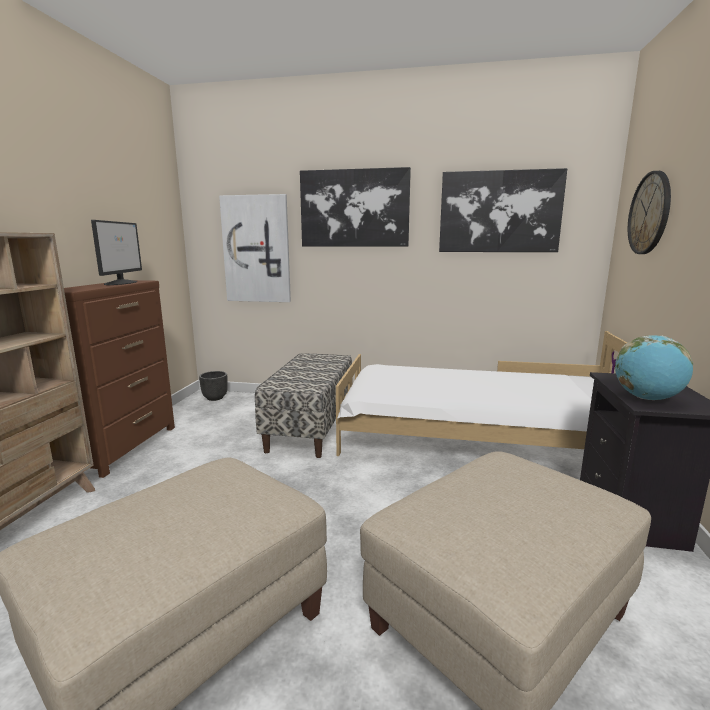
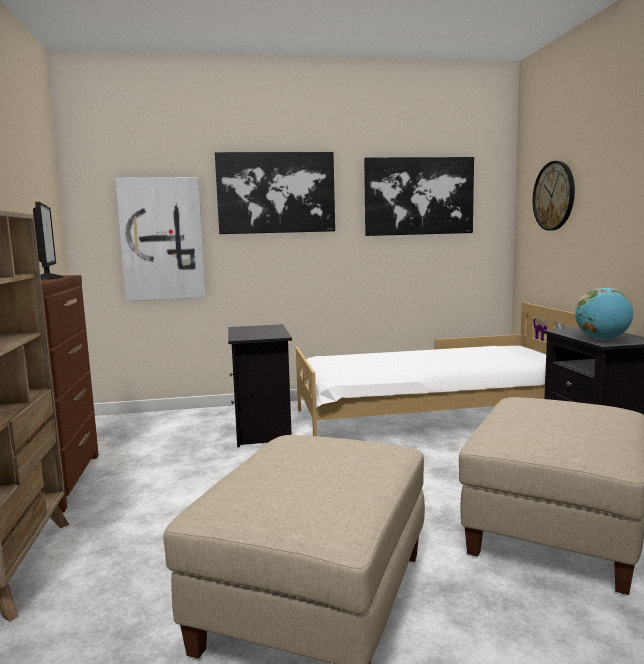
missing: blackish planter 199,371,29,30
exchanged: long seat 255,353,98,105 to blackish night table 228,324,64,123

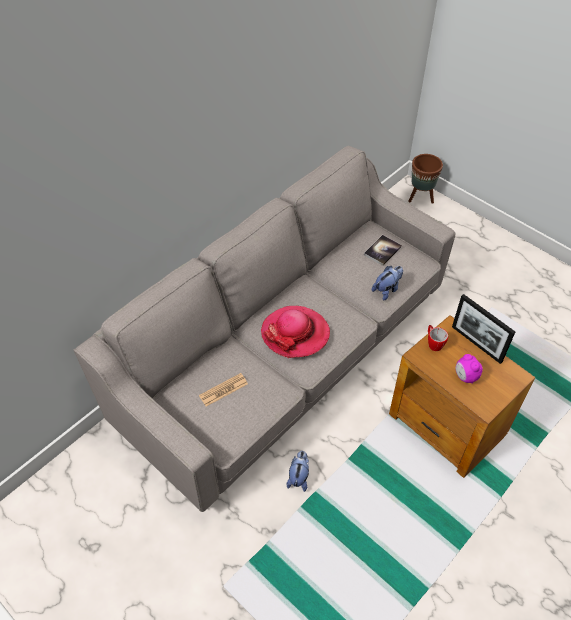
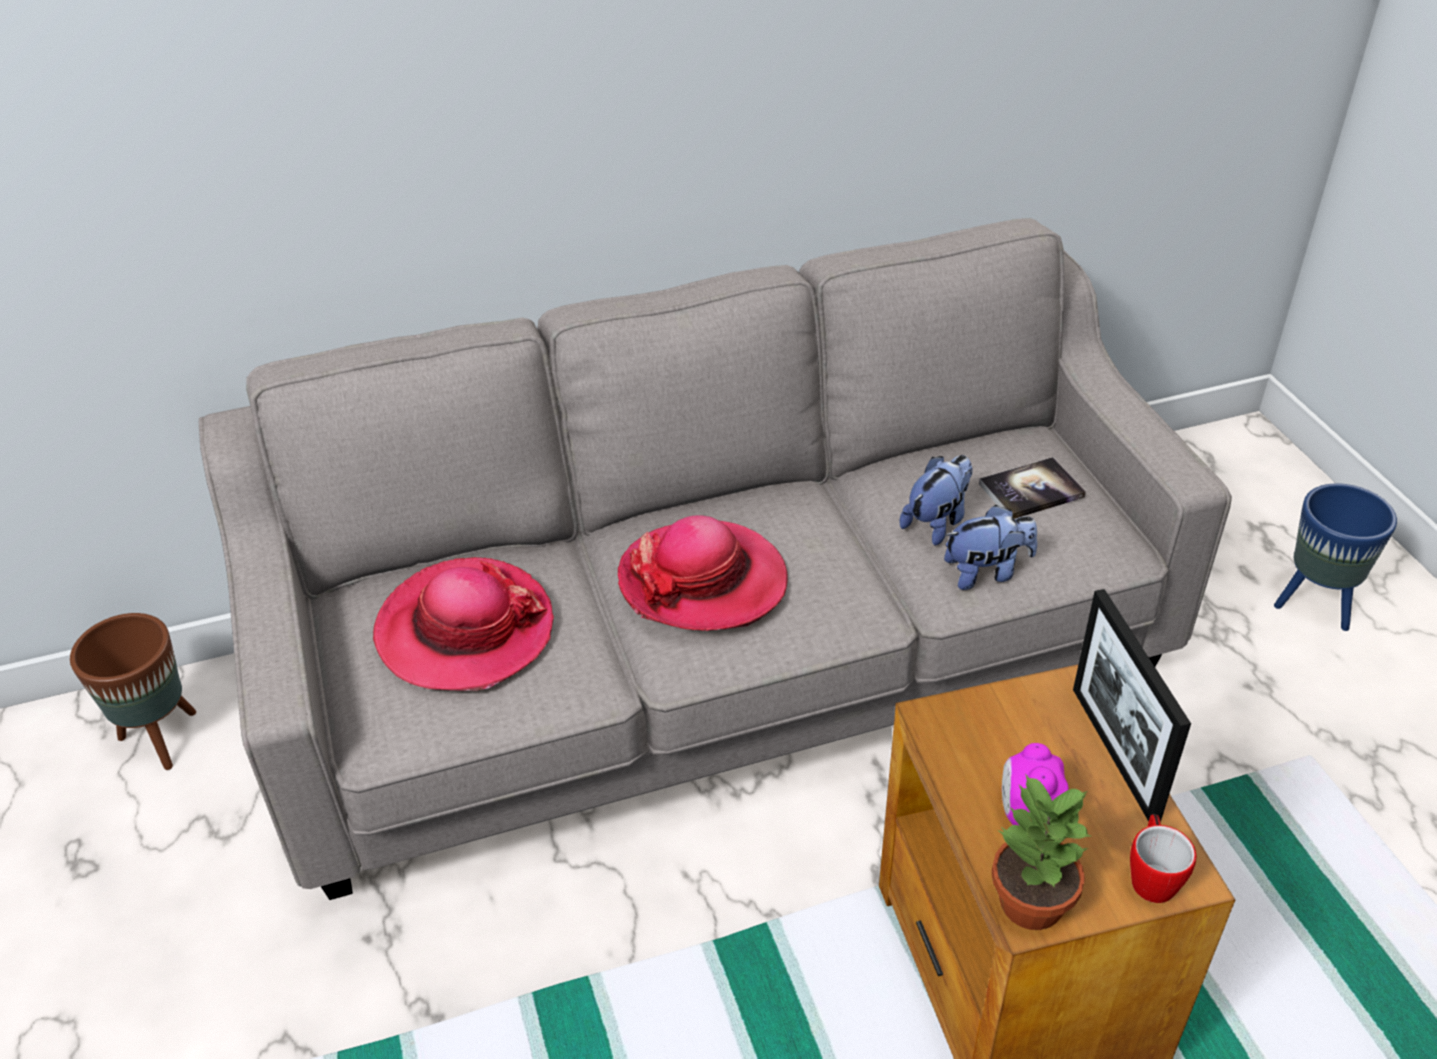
appeared: blue-coloured planter 1274,483,123,148; plant in a pot 991,773,100,157
relocated: brown-coloured planter 408,154,35,50 to 70,613,126,157; mug 428,325,20,26 to 1130,813,66,90; soft toy 286,451,23,41 to 900,455,72,90
exchanged: printed paper 199,373,49,34 to wearable hat 373,557,181,134

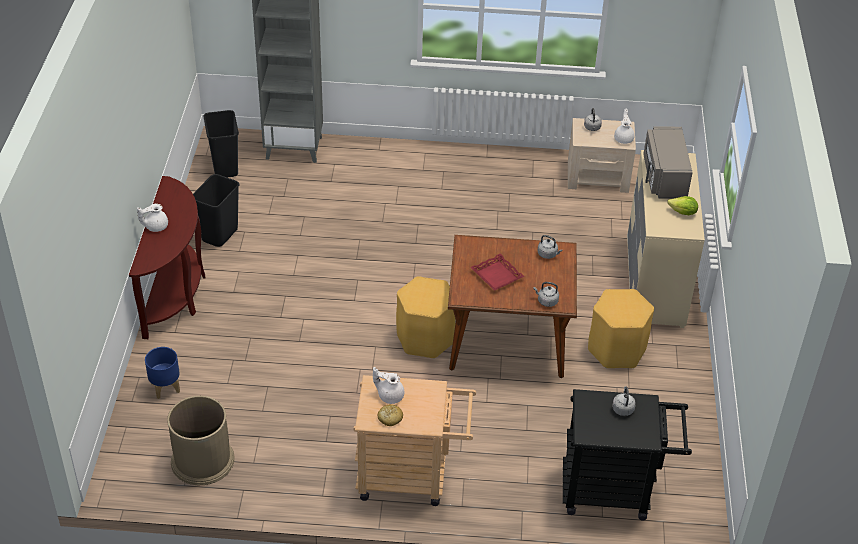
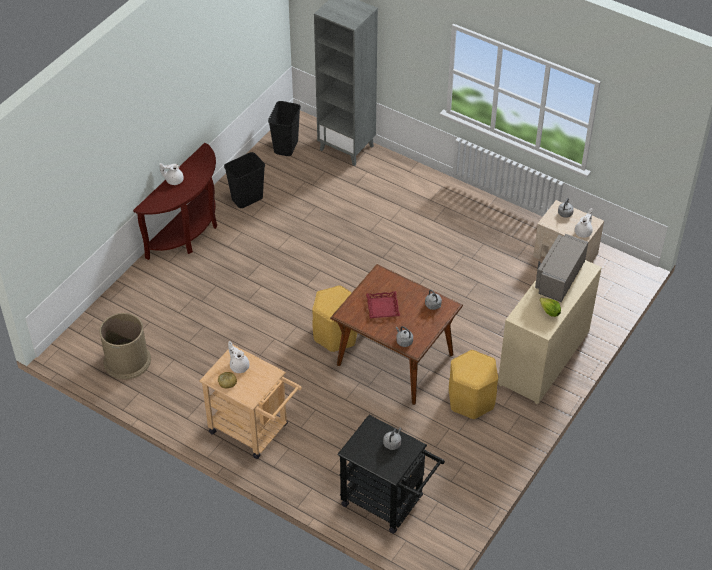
missing: blue-coloured planter 145,347,35,52

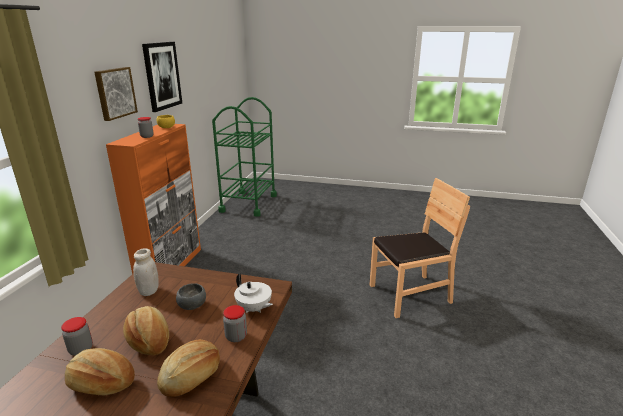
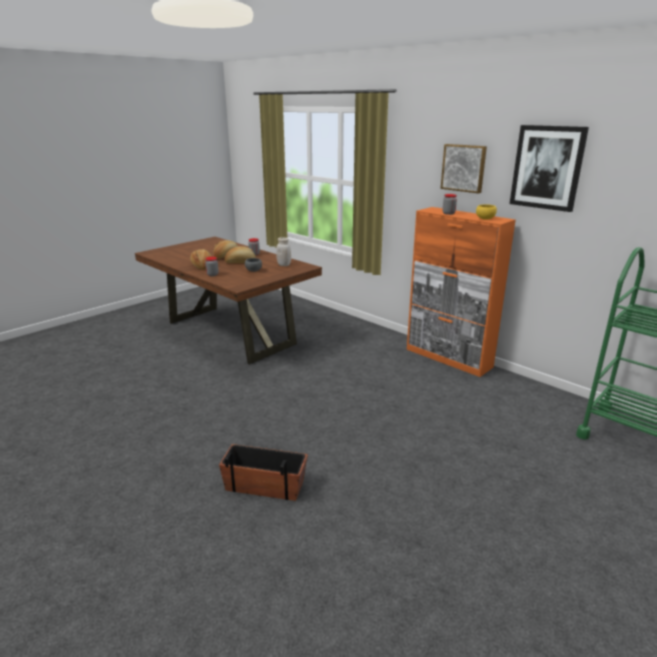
missing: whitish tea pot 234,273,39,40
exchanged: brown-coloured upright chair 370,178,100,140 to planter 219,444,89,57

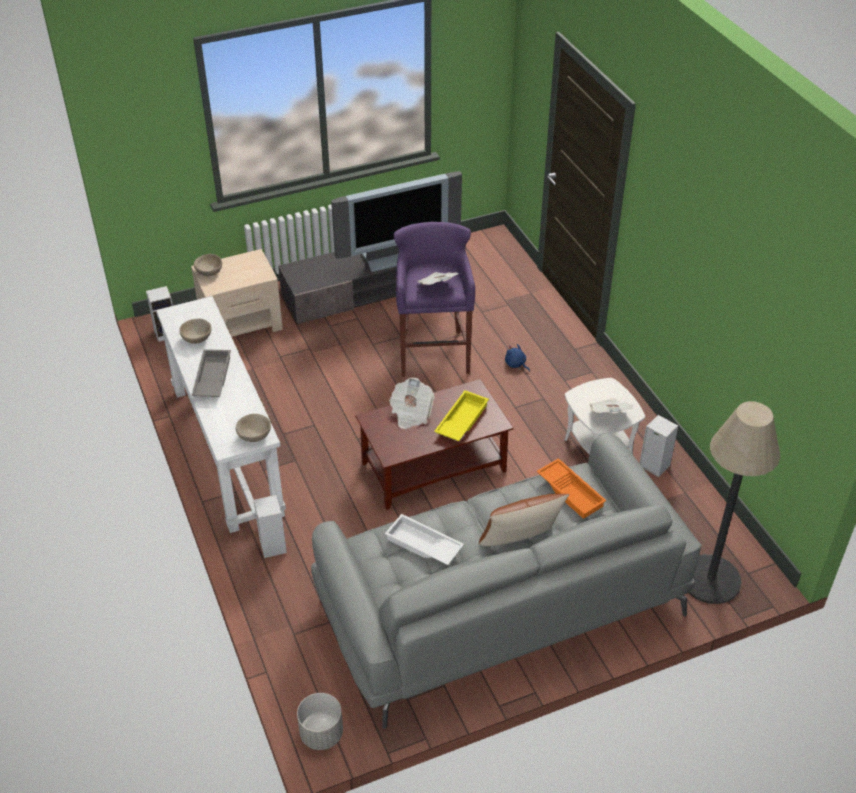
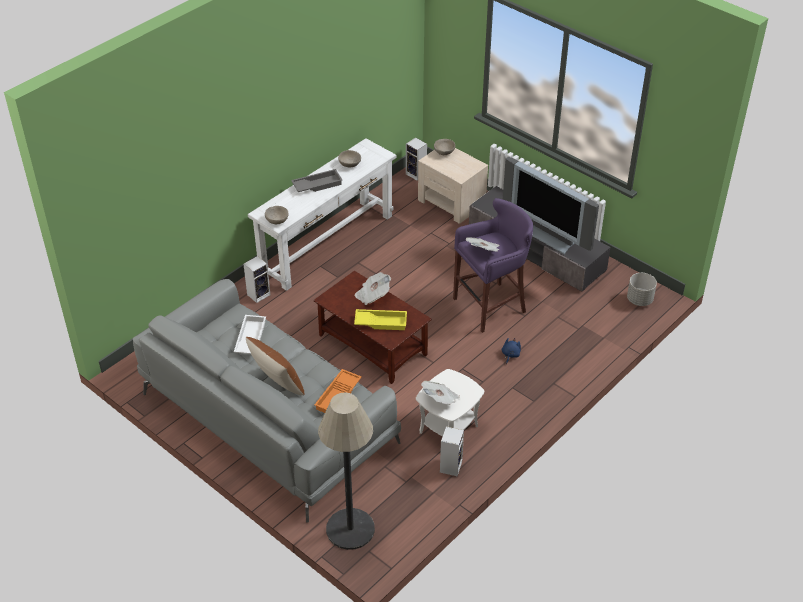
relocated: gray planter 297,693,46,57 to 627,273,30,33

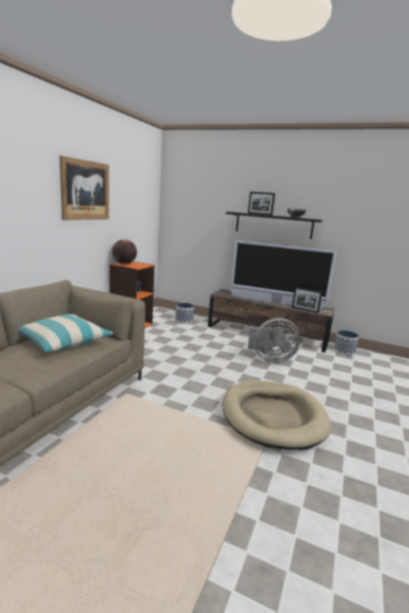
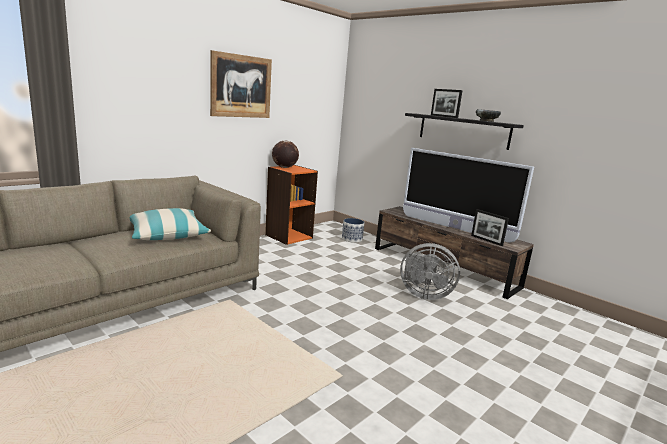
missing: planter 334,330,25,25; sand-coloured pet bed 223,381,108,69

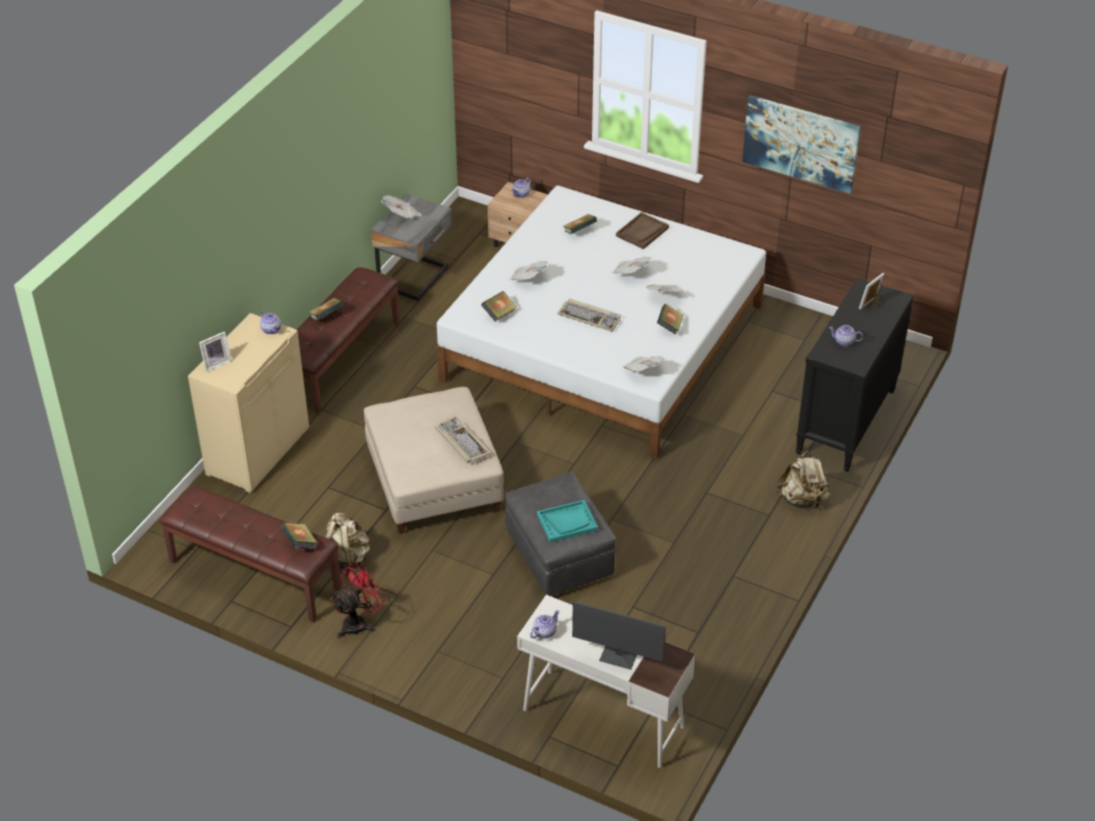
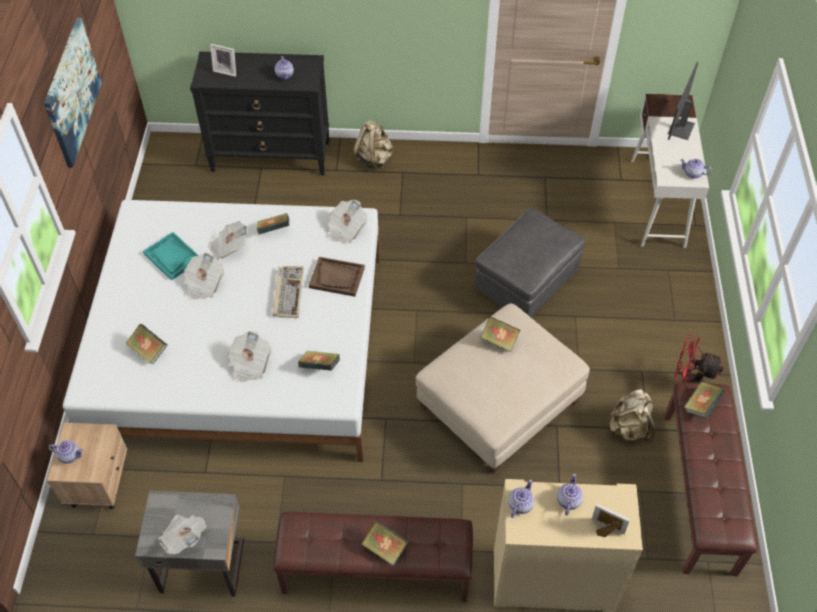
appeared: tea pot 557,474,26,42
relocated: brown-coloured serving tray 616,212,53,37 to 309,257,56,40; turquoise serving tray 537,500,61,42 to 143,232,56,49
exchanged: keyboard 435,416,55,47 to volume 480,316,41,36
spun: computer screen 572,601,94,69 = 668,62,30,78 150 degrees counterclockwise

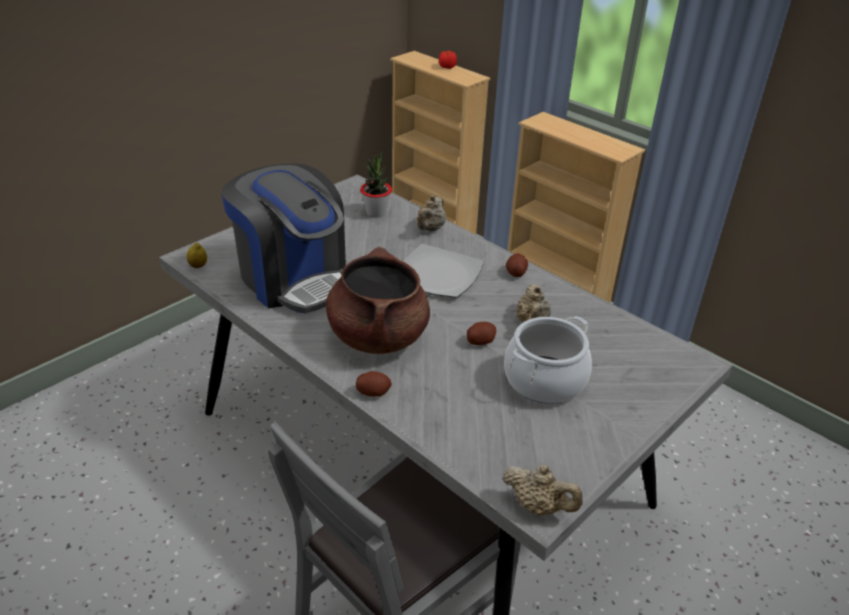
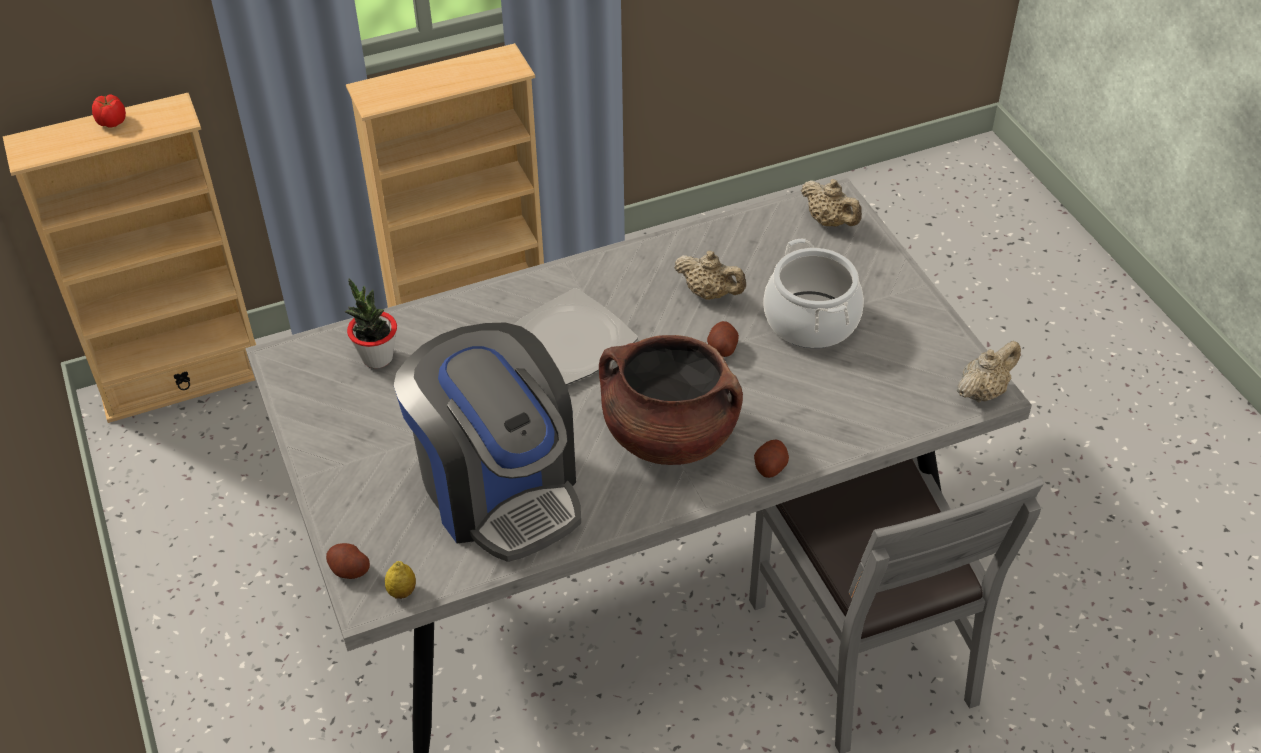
relocated: sand-coloured tea pot 417,195,29,36 to 801,179,61,48; spud 506,253,22,24 to 326,543,44,36
spun: coffee brewer 221,163,125,151 = 394,322,187,240 75 degrees clockwise

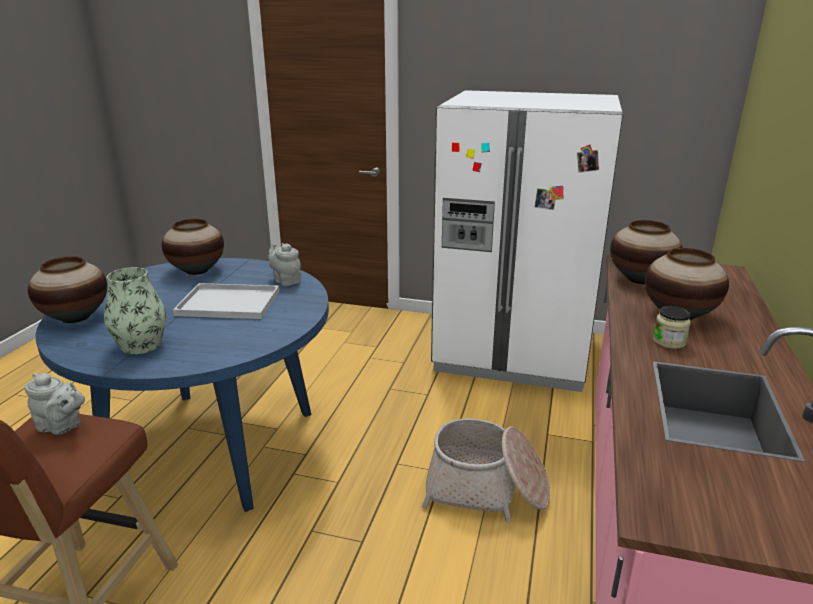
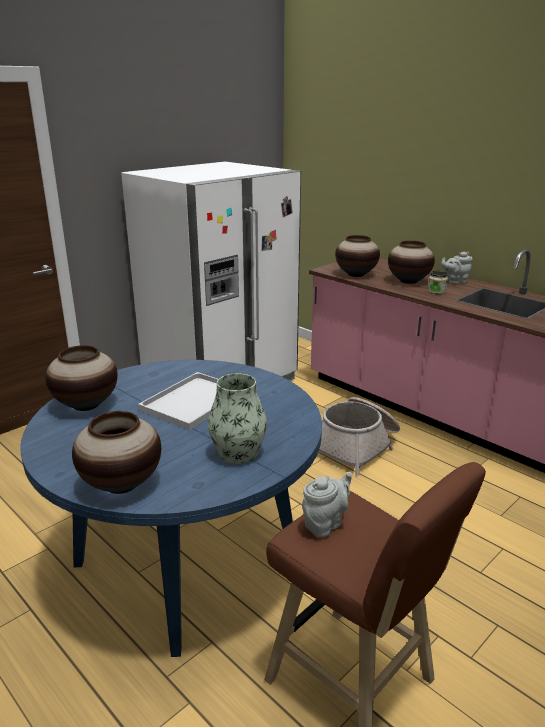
relocated: gray tea pot 268,243,33,43 to 441,252,32,32

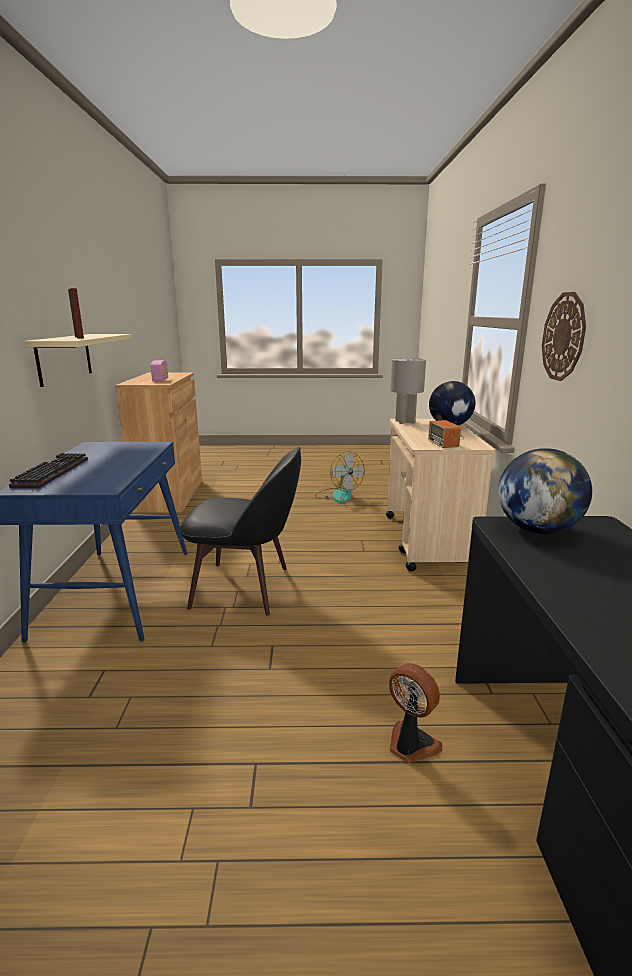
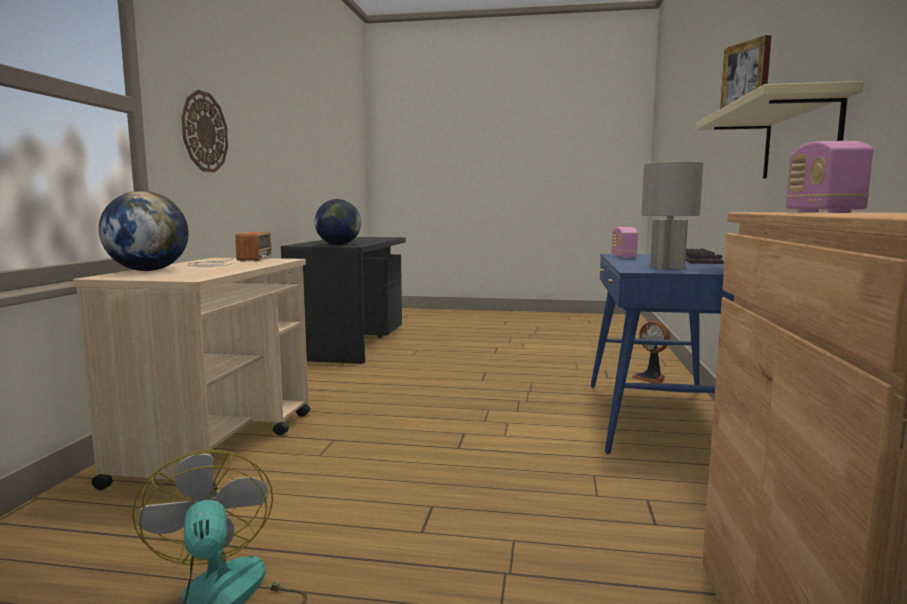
missing: blackish upright chair 179,447,122,168
appeared: radio receiver 611,227,27,31
relocated: gray tabletop lamp 390,358,36,66 to 641,161,62,108; fan 389,663,54,100 to 631,321,39,62

